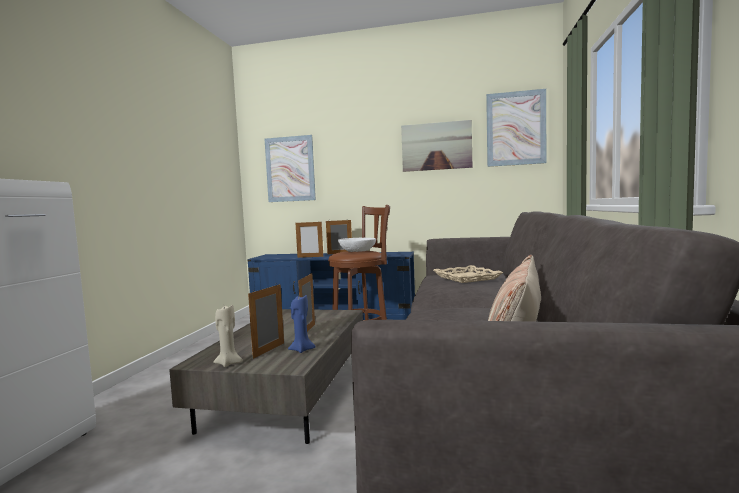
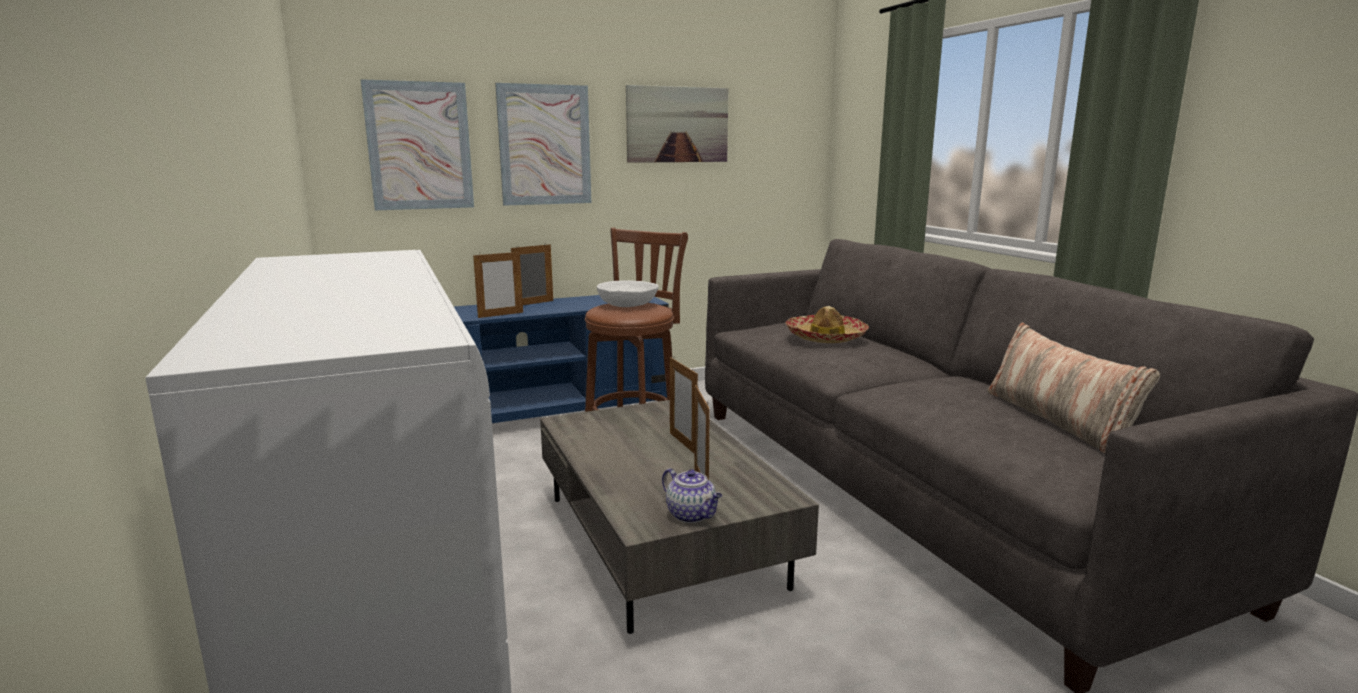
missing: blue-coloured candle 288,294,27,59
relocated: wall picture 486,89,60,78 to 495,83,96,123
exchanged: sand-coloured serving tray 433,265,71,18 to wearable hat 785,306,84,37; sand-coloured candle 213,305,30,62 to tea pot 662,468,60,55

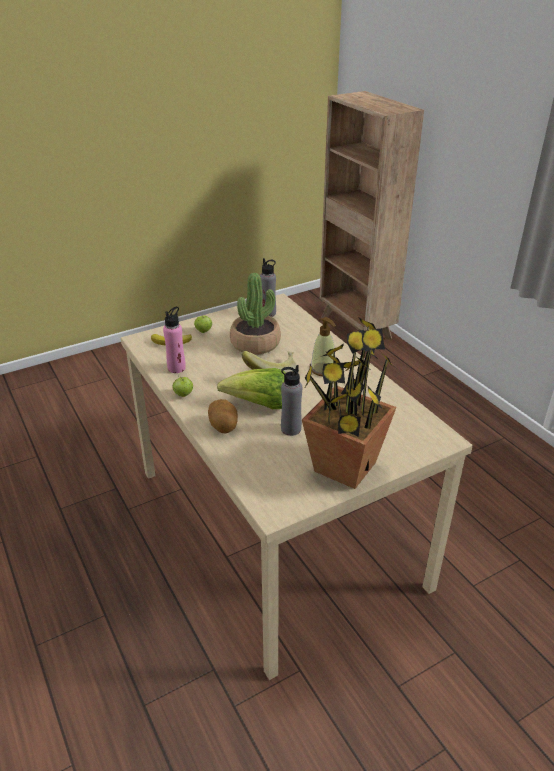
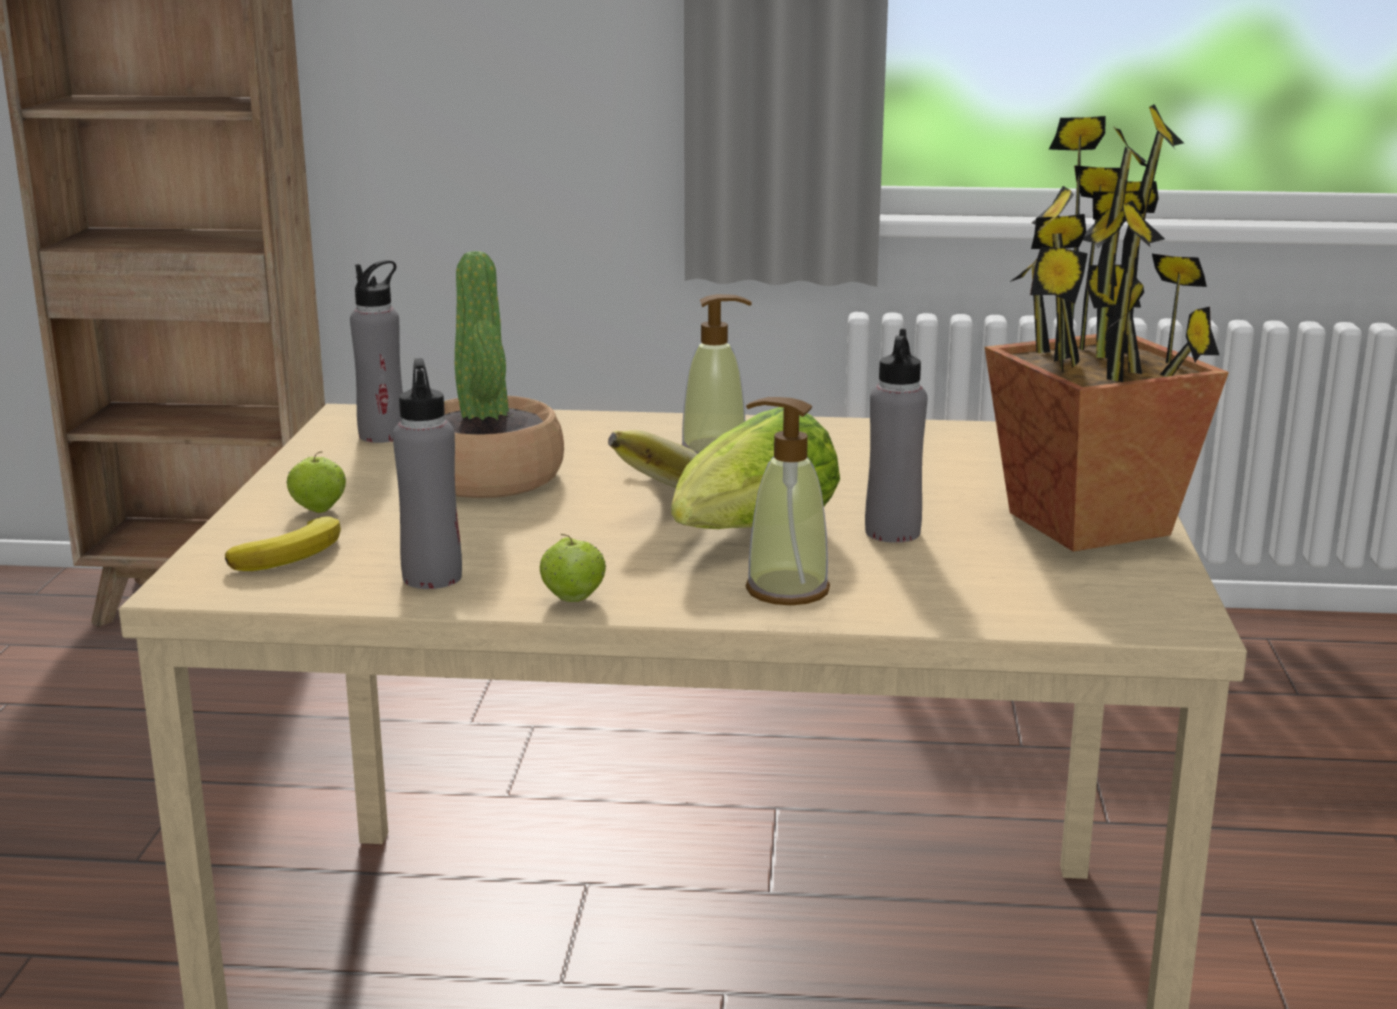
exchanged: spud 208,399,30,34 to liquid soap bottle 746,397,84,208
colour: pinkish drink bottle 163,306,23,67 to gray drink bottle 393,358,69,231

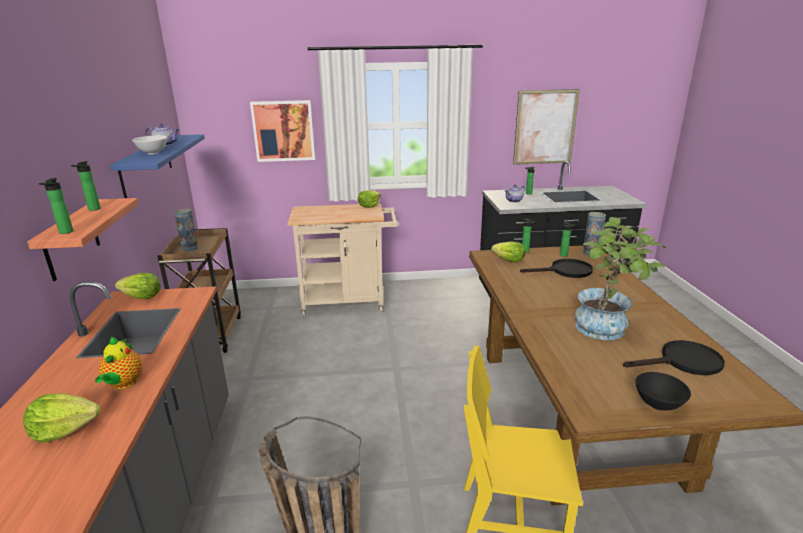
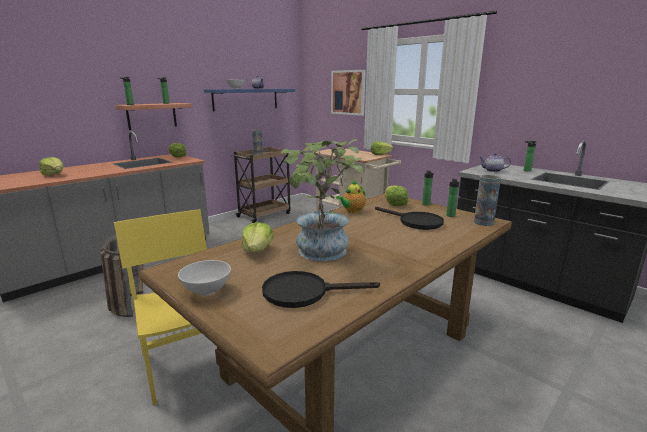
missing: wall picture 513,89,67,76
appeared: lettuce head 241,222,33,31
relocated: tea pot 95,337,47,52 to 336,180,30,33
colour: blackish deep dish 635,372,56,39 to whitish deep dish 178,260,53,36
spun: blackish pan 623,340,102,35 = 262,271,118,37 135 degrees clockwise

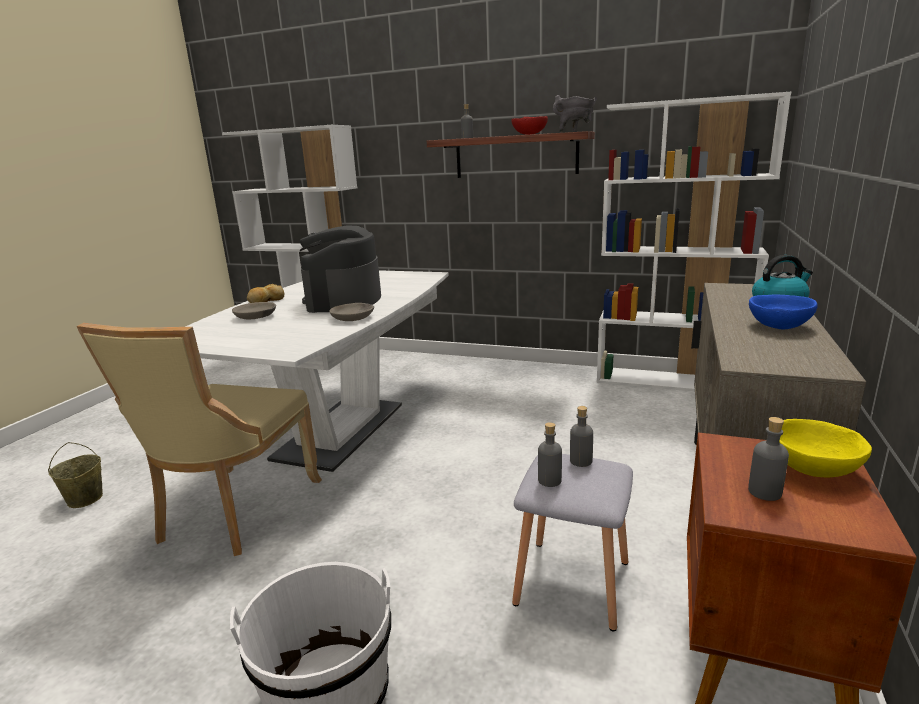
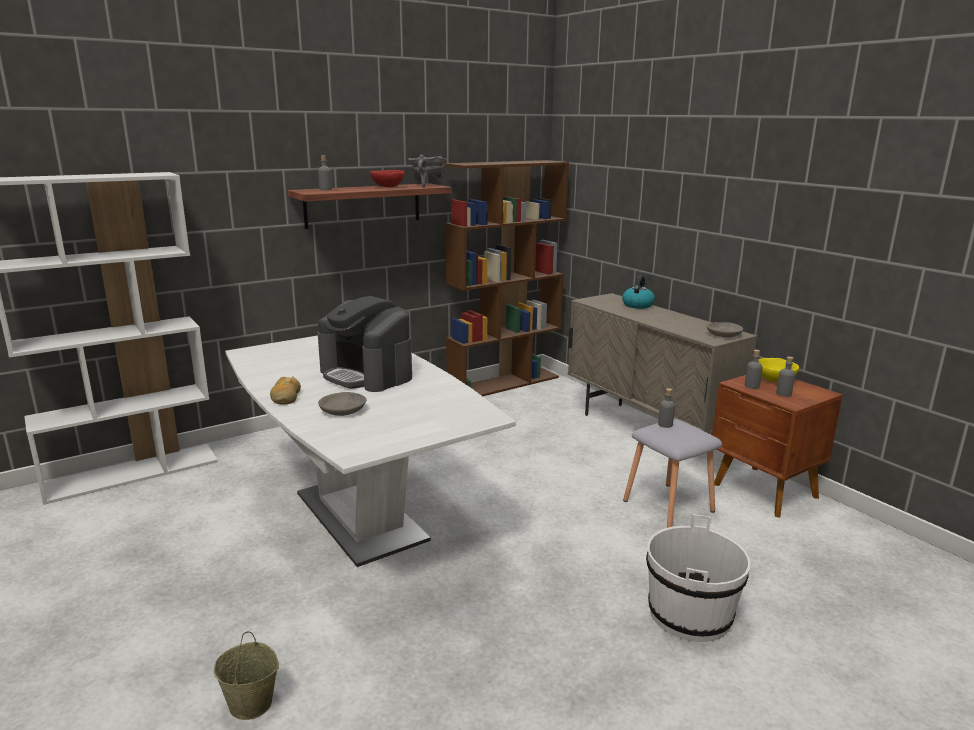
missing: blue-coloured deep dish 749,295,69,34; sand-coloured upright chair 76,323,246,233
relocated: gray deep dish 329,303,45,18 to 707,322,36,15; gray drink bottle 538,422,24,65 to 745,350,17,39
colour: whitish bookcase 597,92,194,299 to brown-coloured bookcase 444,160,125,236

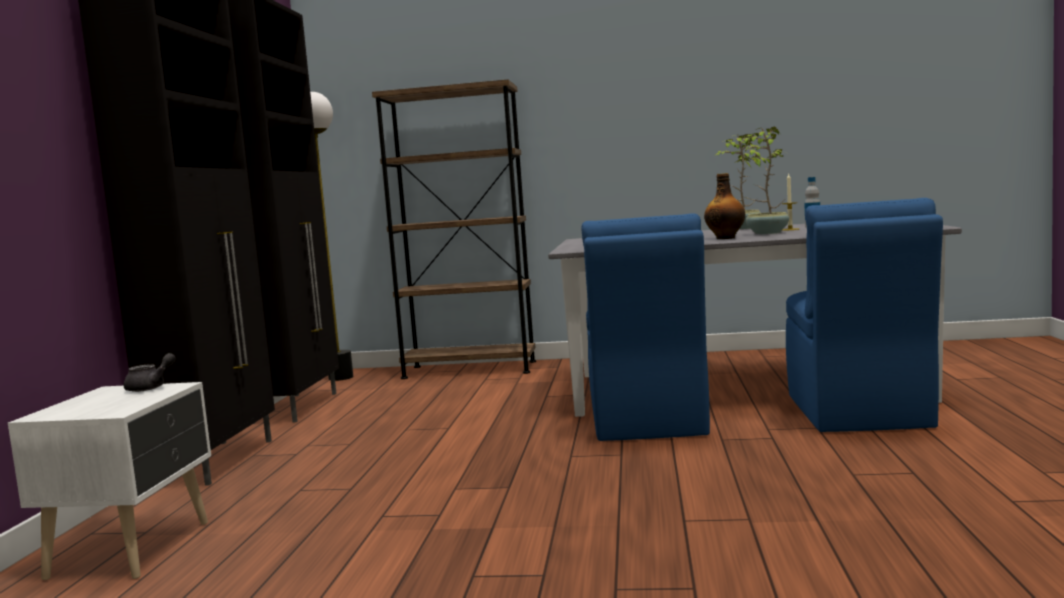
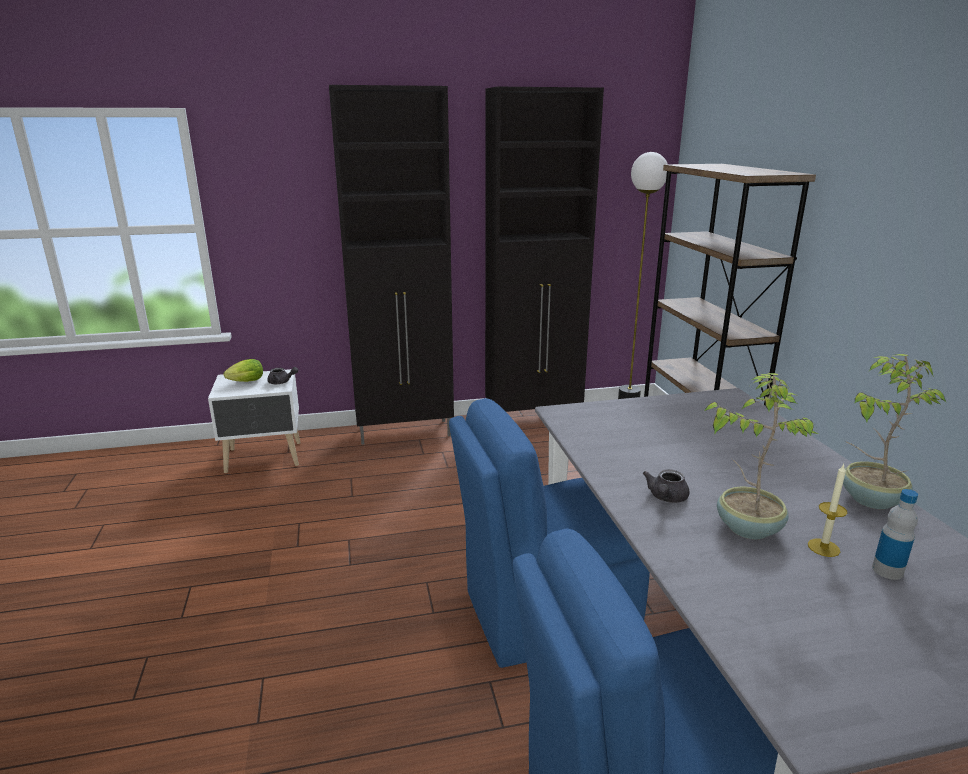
appeared: lettuce head 224,359,39,23
exchanged: drink bottle 704,173,41,66 to gray tea pot 643,469,46,34

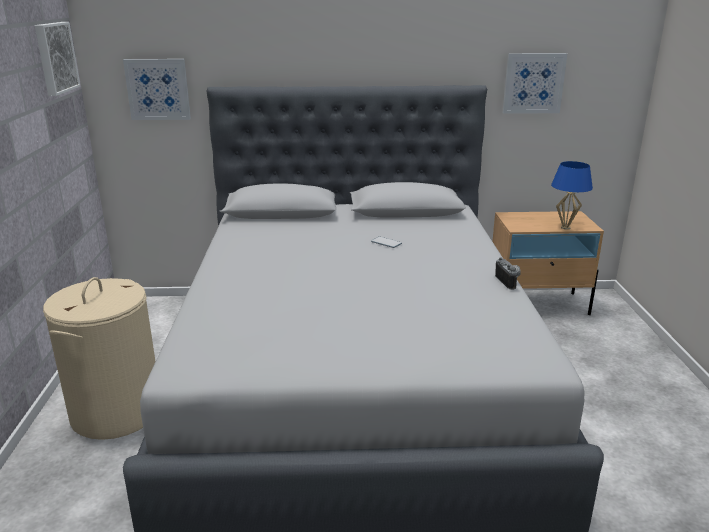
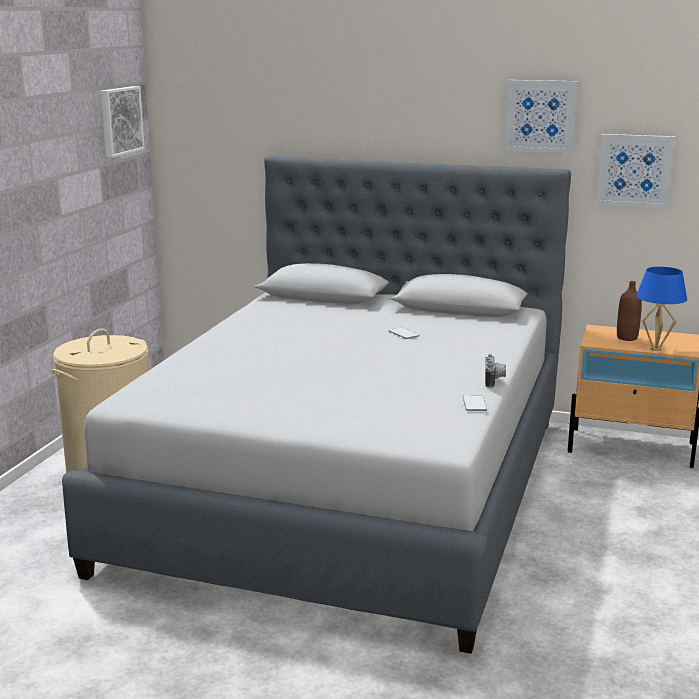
appeared: brown-coloured drink bottle 617,281,25,60; handset 463,395,24,16
relocated: wall picture 123,59,68,61 to 504,80,75,73

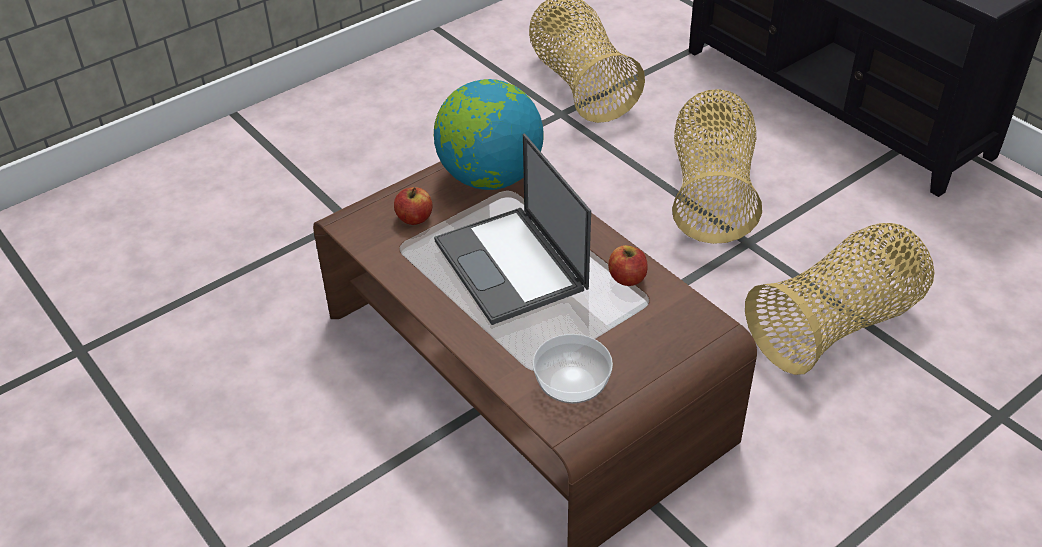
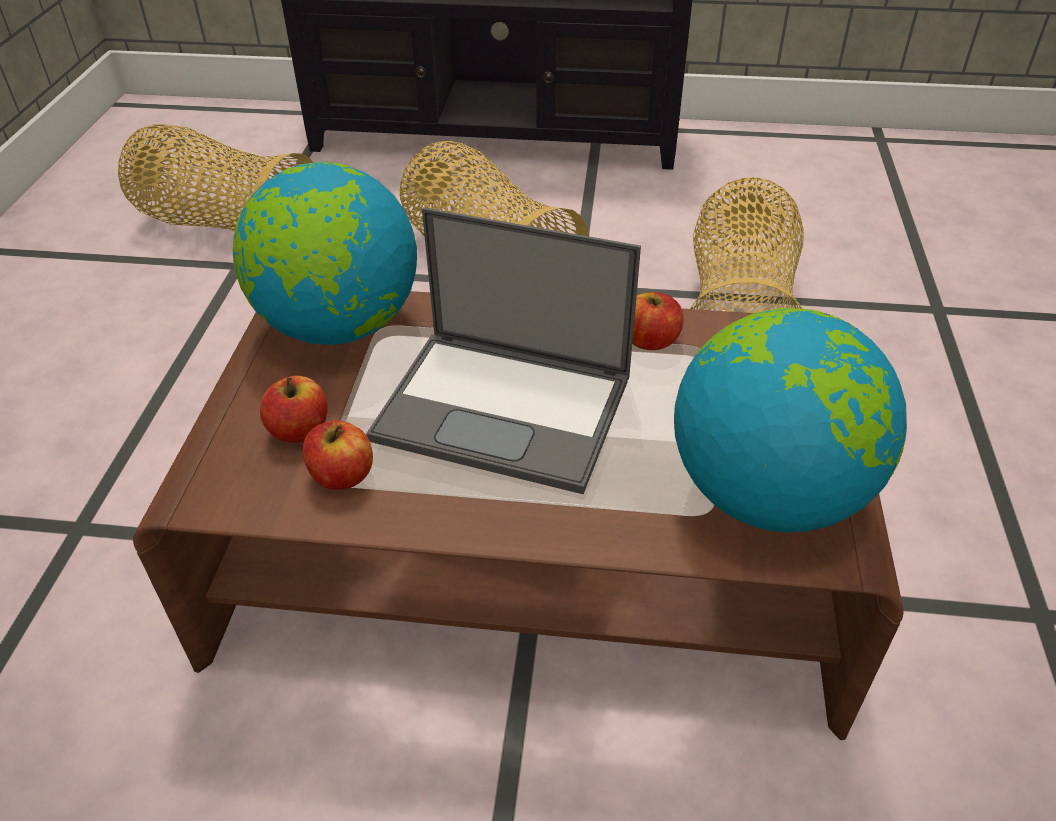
appeared: apple fruit 303,421,70,69
exchanged: deep dish 533,334,80,70 to world globe 674,308,233,224

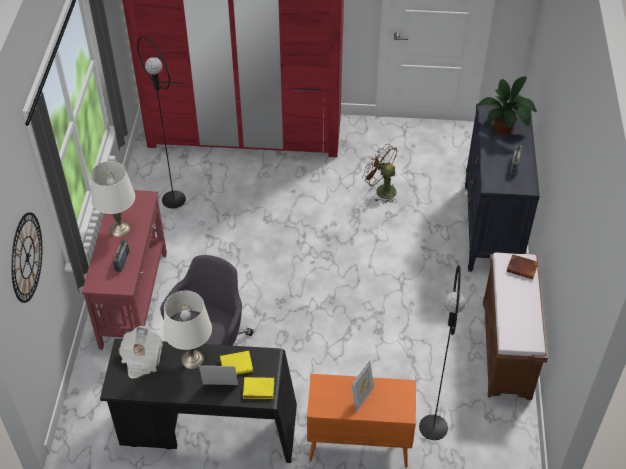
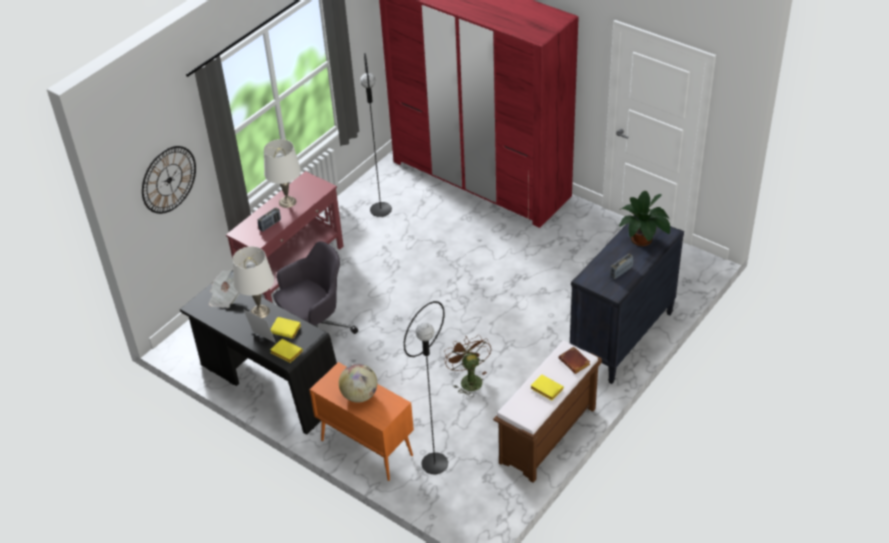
appeared: yellow-coloured volume 530,375,34,25
relocated: brown-coloured fan 362,144,35,60 to 444,334,47,63
exchanged: standing frame 351,360,23,52 to world globe 339,364,38,39

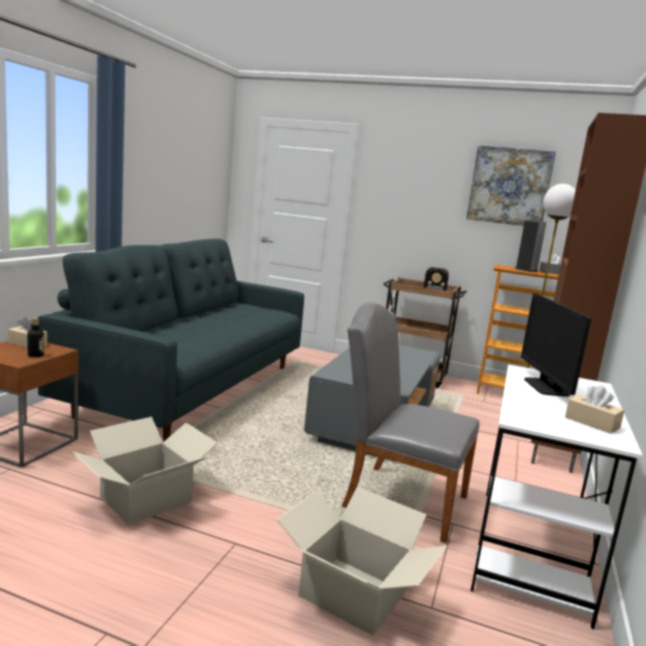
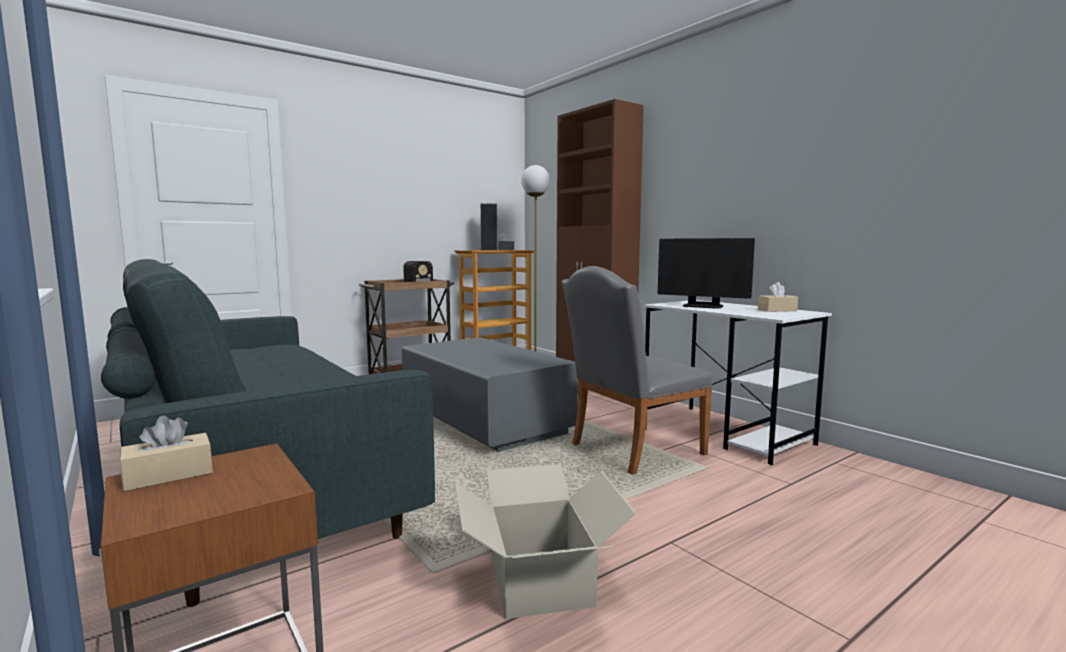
missing: wall picture 466,145,90,81; drink bottle 27,318,17,39; packing box 276,487,171,149

